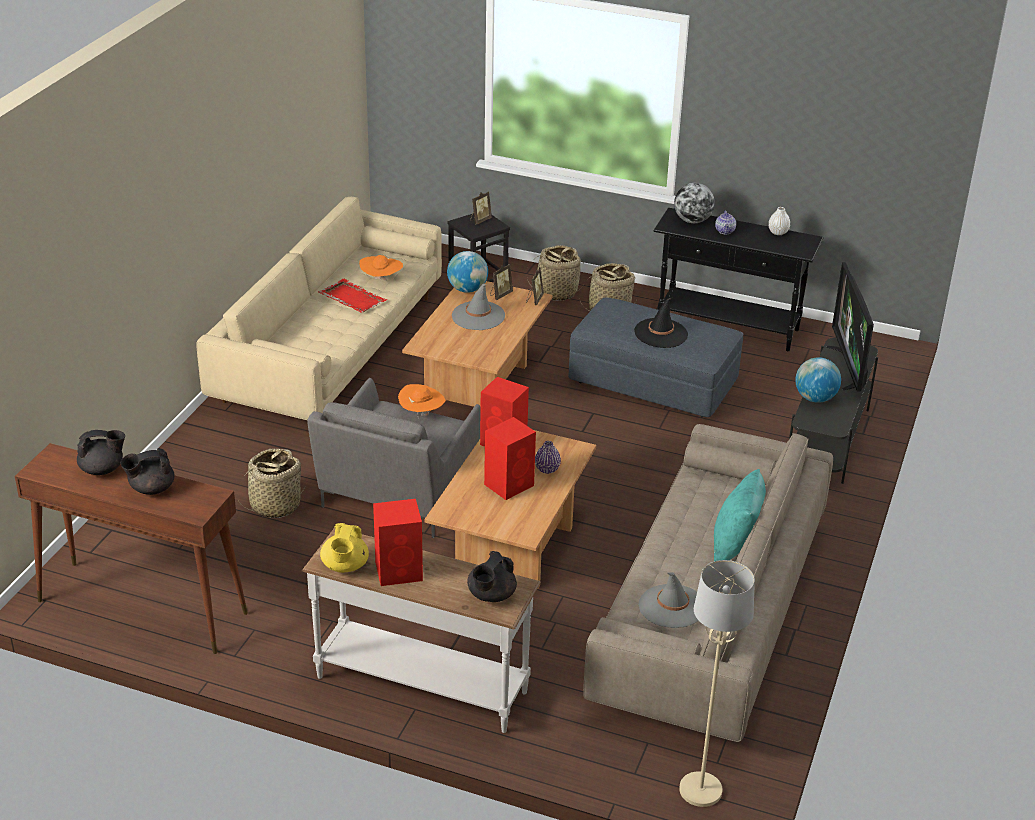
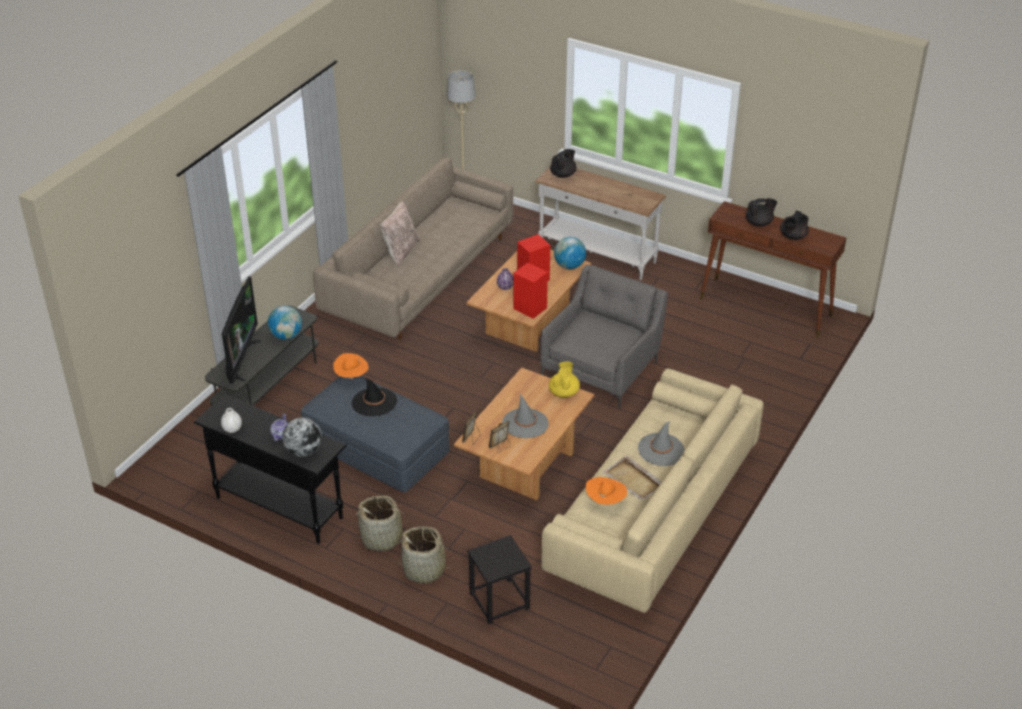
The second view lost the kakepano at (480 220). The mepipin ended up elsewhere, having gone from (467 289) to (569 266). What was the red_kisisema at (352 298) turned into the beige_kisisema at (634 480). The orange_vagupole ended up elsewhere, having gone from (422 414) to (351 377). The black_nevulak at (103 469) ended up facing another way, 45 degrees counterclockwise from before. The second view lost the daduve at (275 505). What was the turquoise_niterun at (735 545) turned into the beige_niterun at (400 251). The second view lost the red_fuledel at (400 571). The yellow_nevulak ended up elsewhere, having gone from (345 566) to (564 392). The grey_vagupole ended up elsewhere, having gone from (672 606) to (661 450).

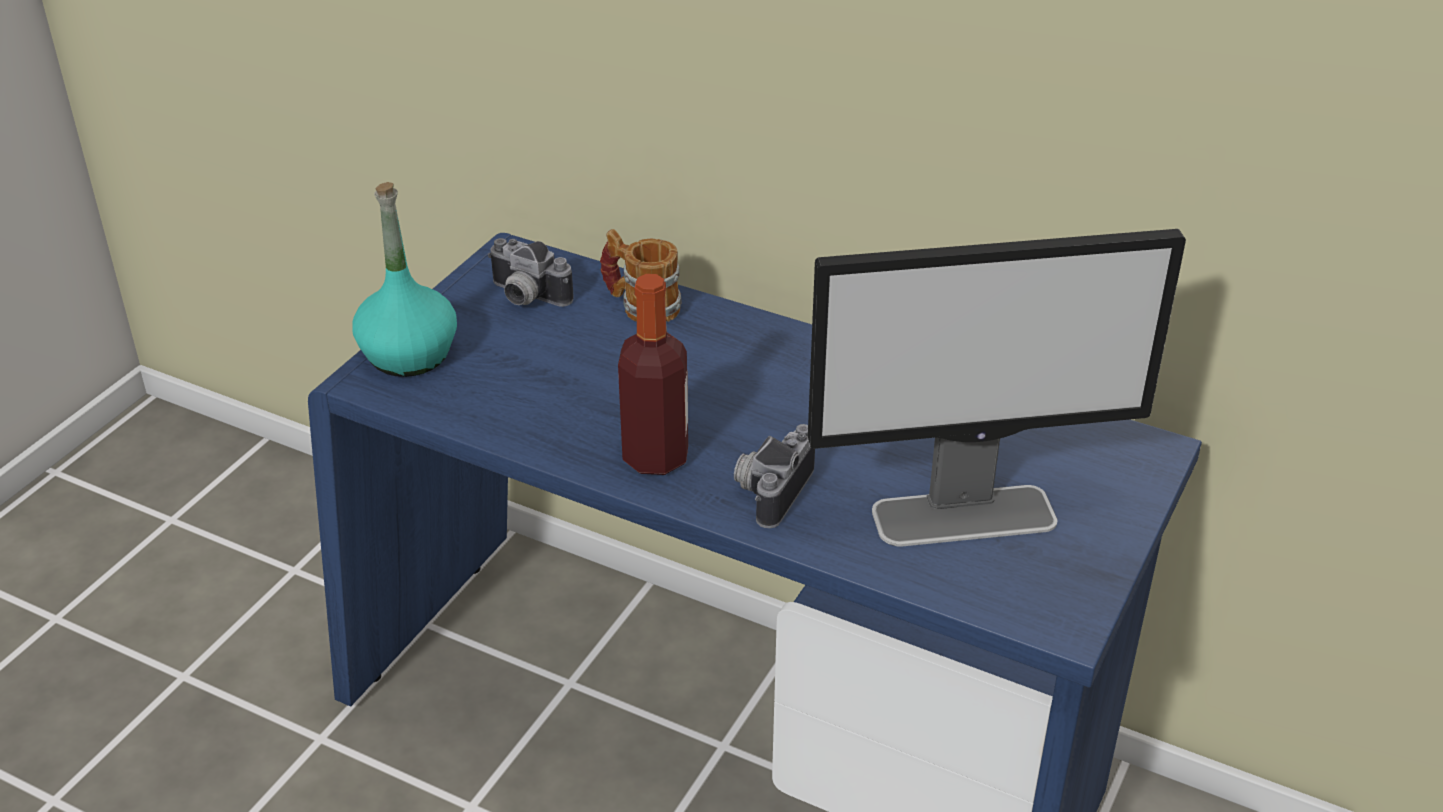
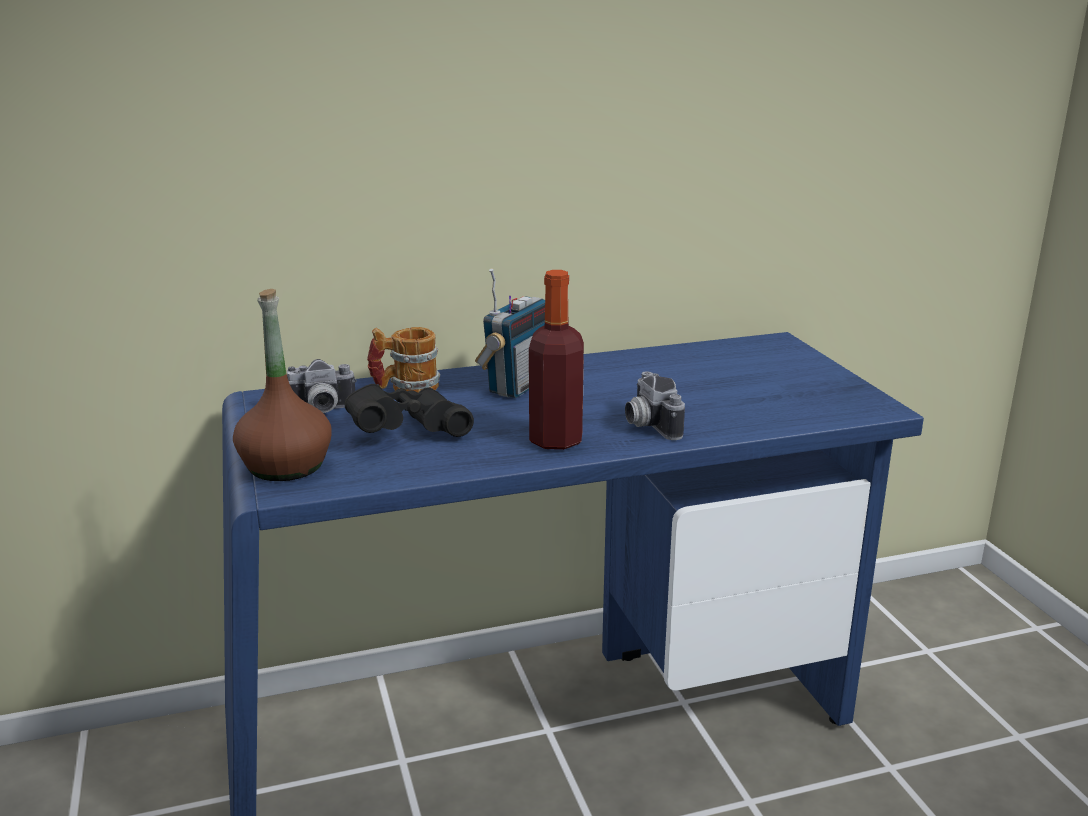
What was the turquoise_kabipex at (408 355) turned into the brown_kabipex at (285 466). The second view lost the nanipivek at (966 516). The second view gained the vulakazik at (517 386). The second view gained the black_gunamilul at (406 432).

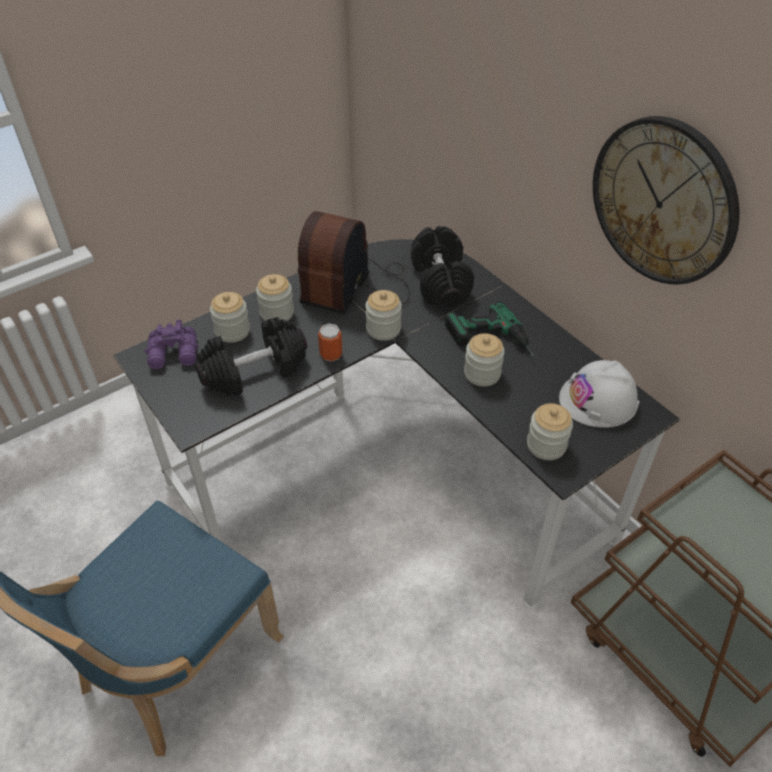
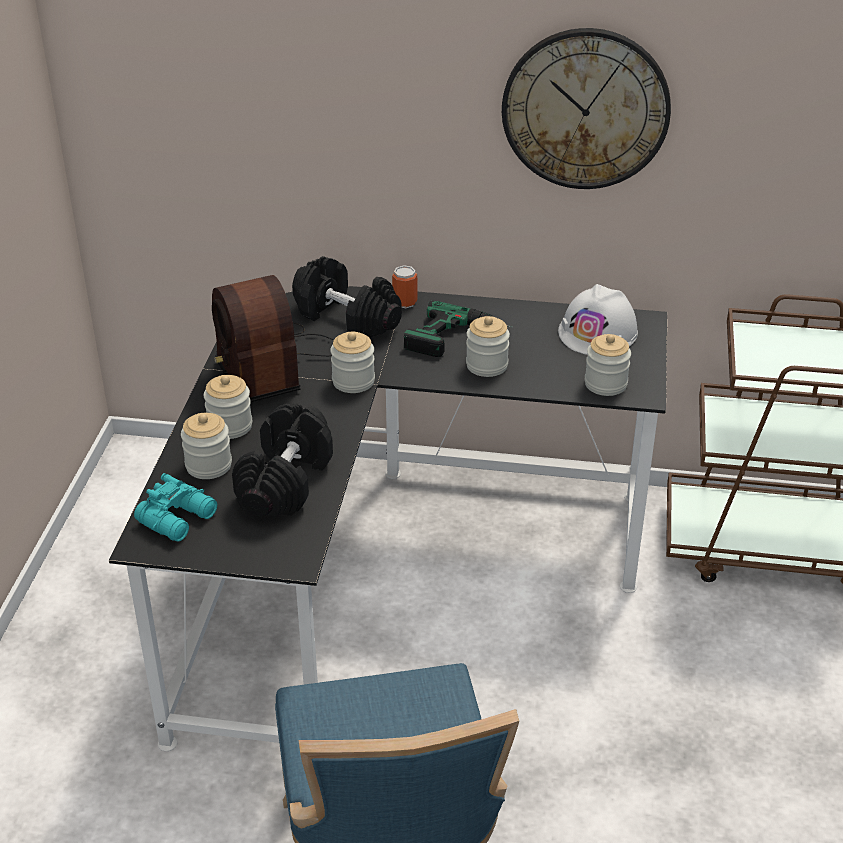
What was the purple_gunamilul at (174 354) turned into the turquoise_gunamilul at (179 518). The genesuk ended up elsewhere, having gone from (331 354) to (405 302).

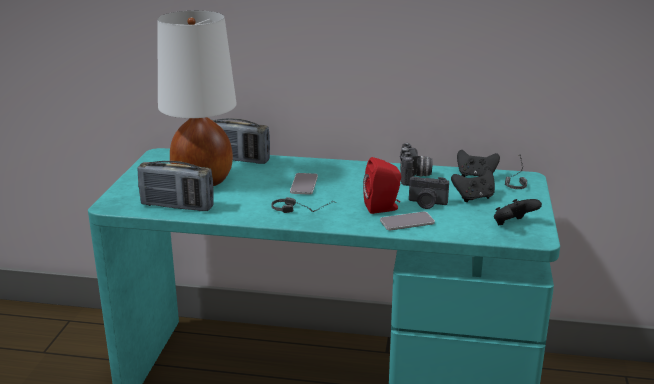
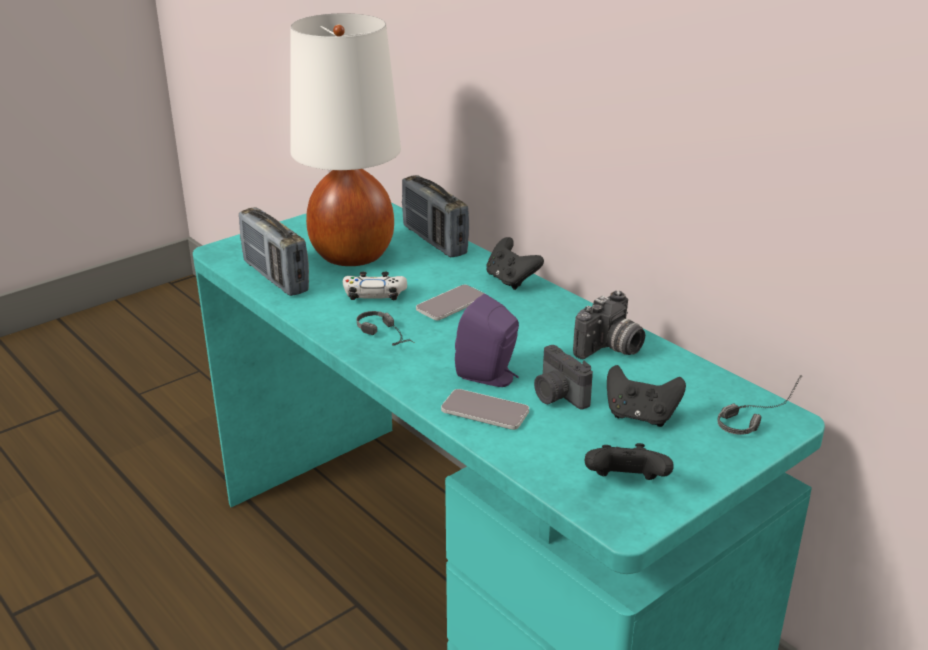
The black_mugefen ended up elsewhere, having gone from (476 176) to (511 280). What was the red_fuledel at (383 208) turned into the purple_fuledel at (490 377). The second view gained the white_mugefen at (374 294).

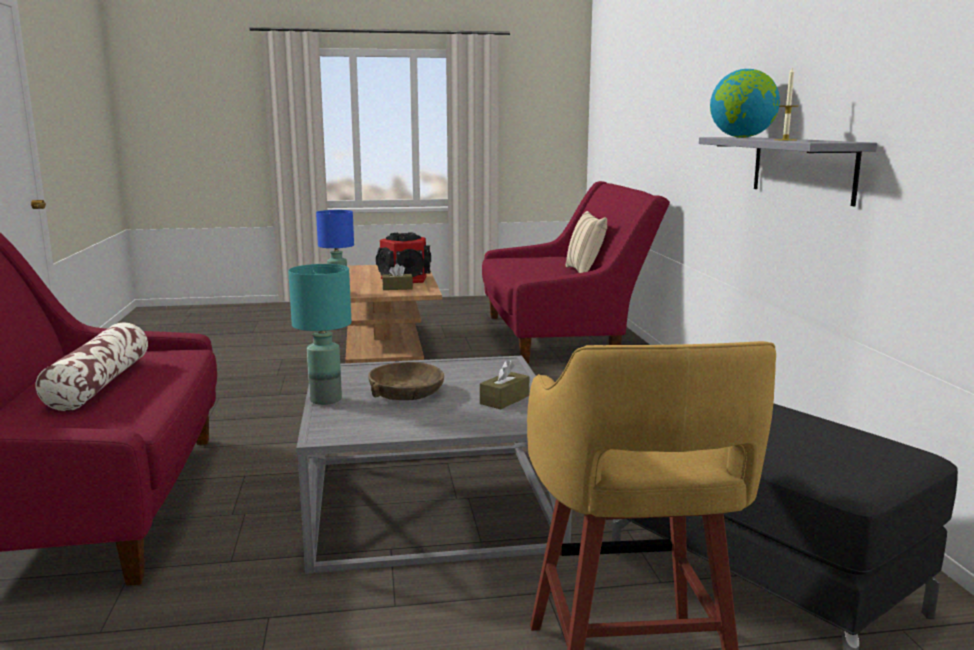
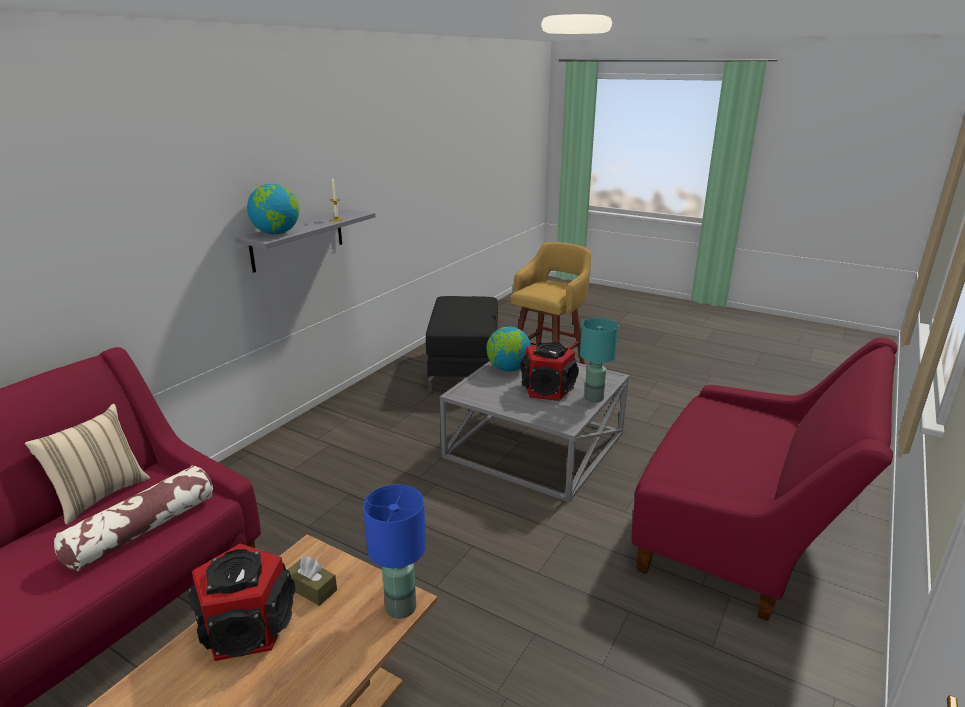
The niterun ended up elsewhere, having gone from (99 384) to (143 530). Where the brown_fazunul stood at (504 400), the mepipin came to stand at (508 369). Where the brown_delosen stood at (406 393), the fuledel came to stand at (547 389).

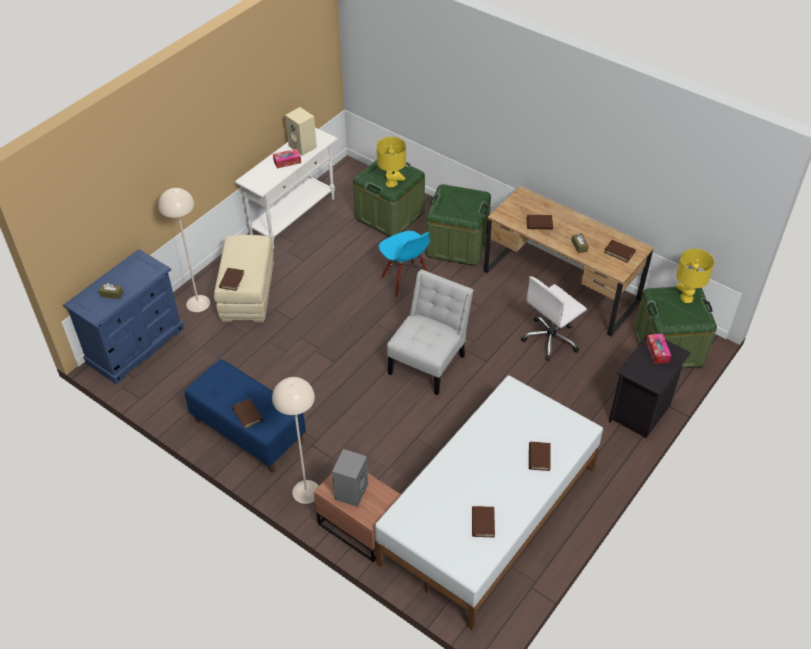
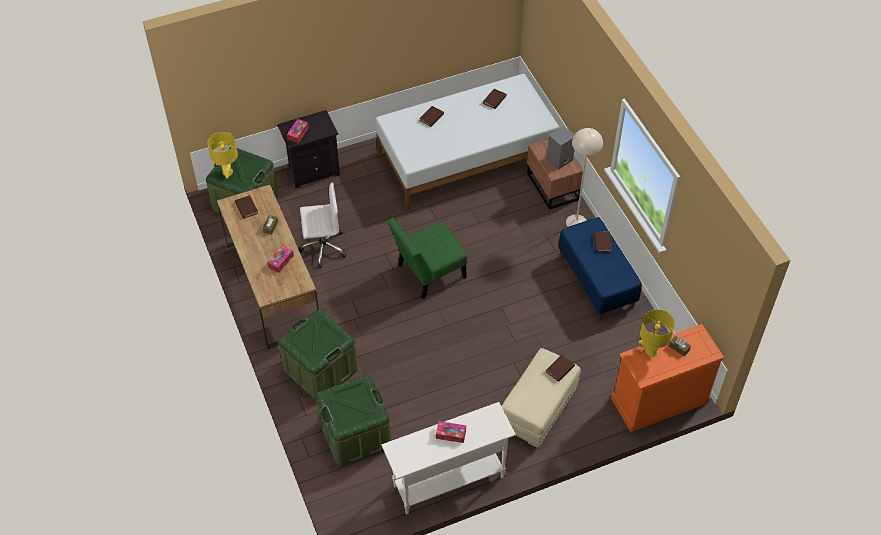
The second view lost the beige_fuledel at (303 146). The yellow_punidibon ended up elsewhere, having gone from (391 183) to (651 351). The second view lost the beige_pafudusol at (198 303). Where the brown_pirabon stood at (539 223), the fazunul came to stand at (281 261). The second view lost the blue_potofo at (405 280). What was the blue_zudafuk at (136 345) turned into the orange_zudafuk at (659 400). What was the white_potofo at (429 361) turned into the green_potofo at (428 273).

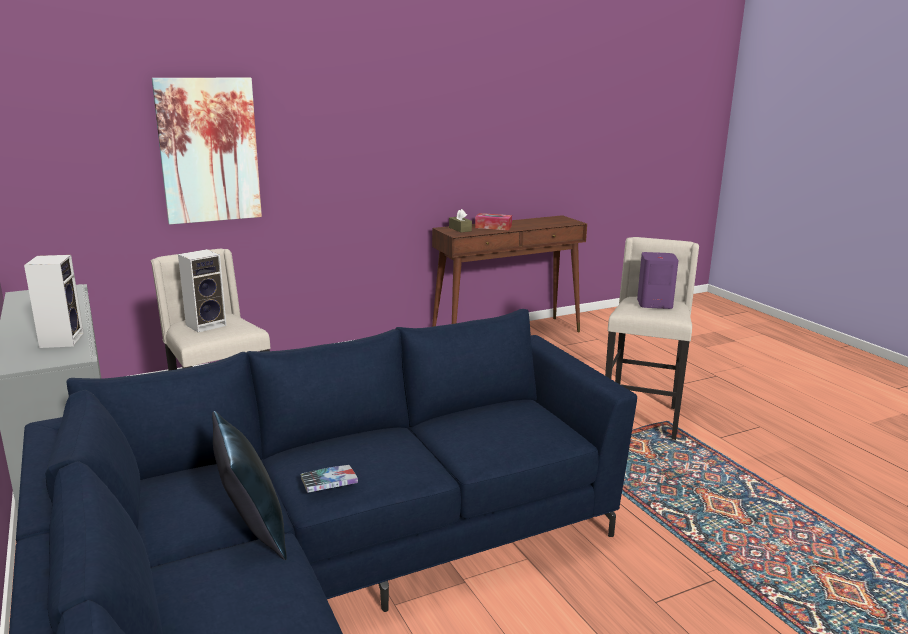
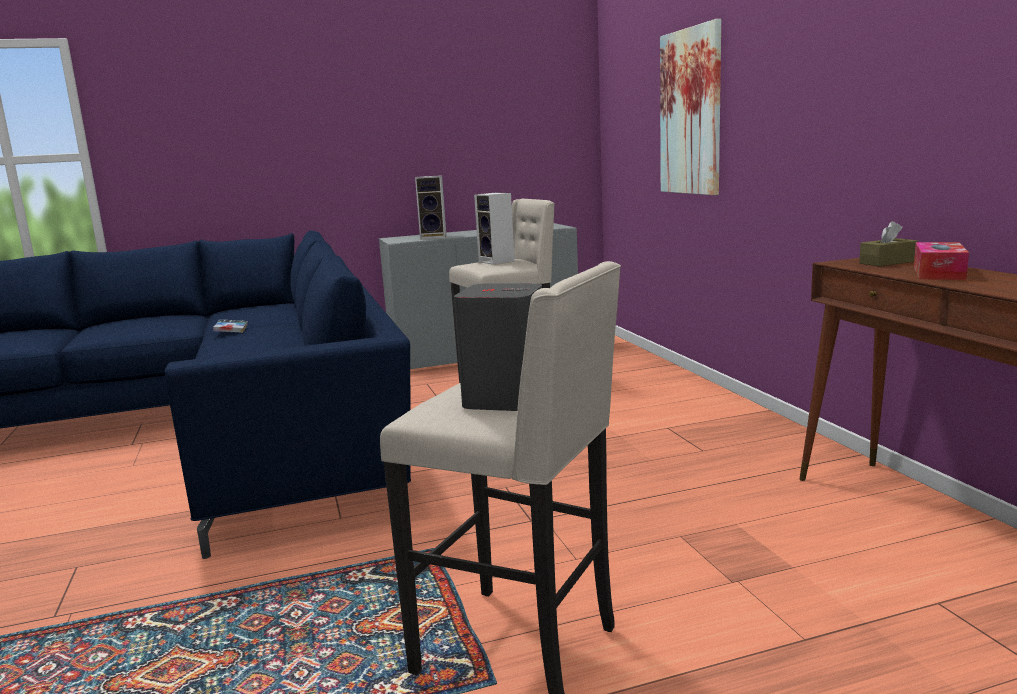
What was the purple_fuledel at (654 304) turned into the grey_fuledel at (505 399). The second view lost the blue_niterun at (252 530).

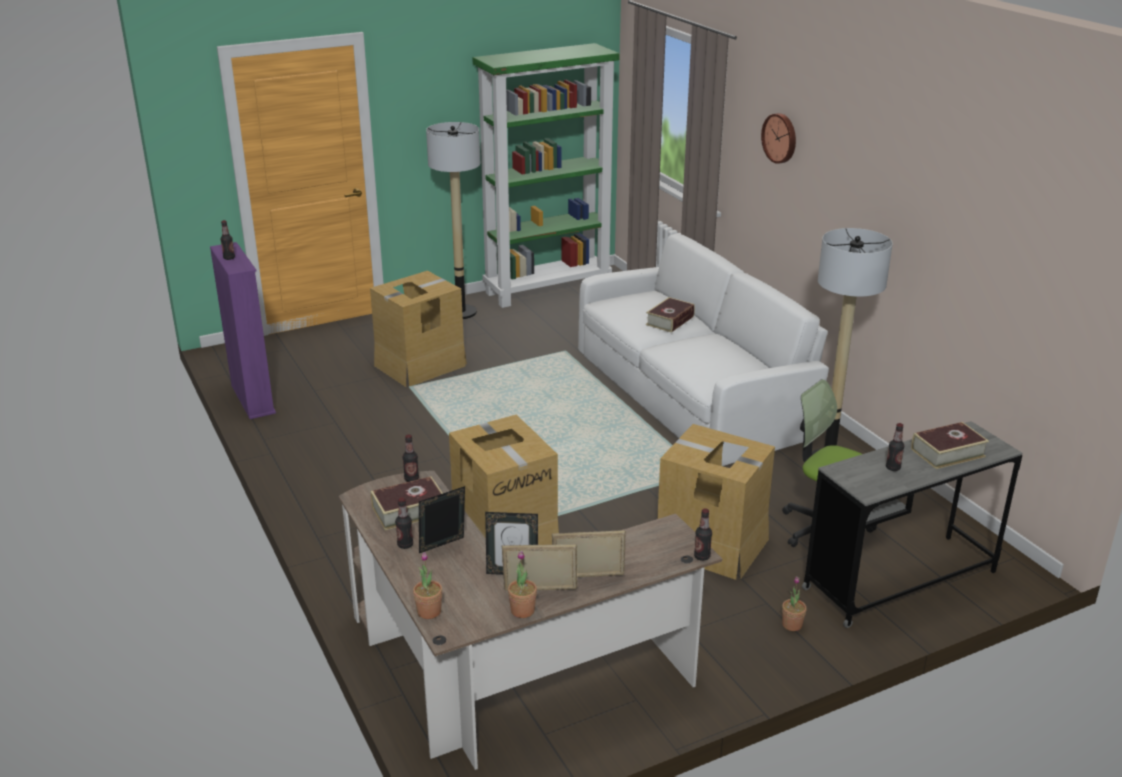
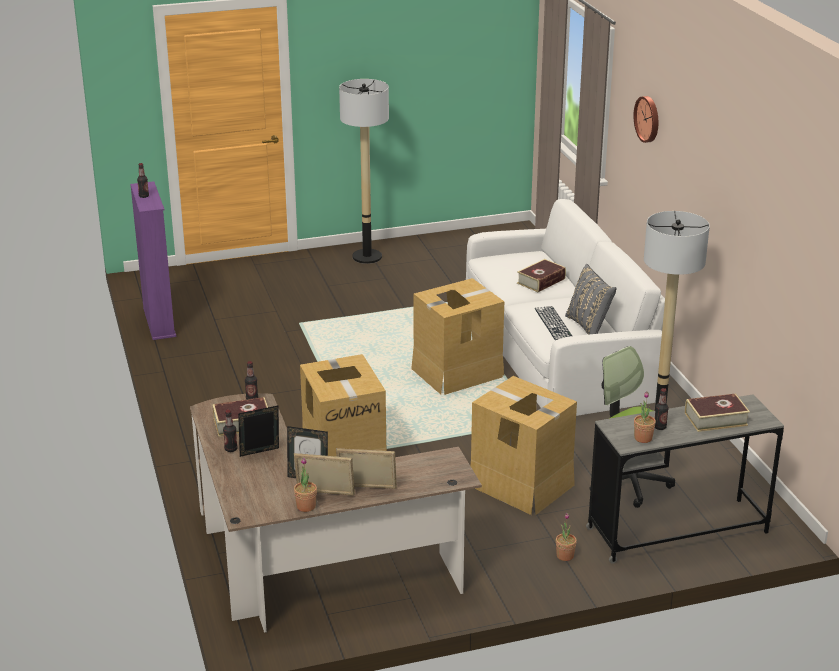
The second view lost the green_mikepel at (548 288). The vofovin ended up elsewhere, having gone from (419 365) to (456 373). The second view lost the kabipex at (702 556). The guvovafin ended up elsewhere, having gone from (429 611) to (643 438). The second view gained the grey_niterun at (589 327). The second view gained the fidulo at (553 323).

